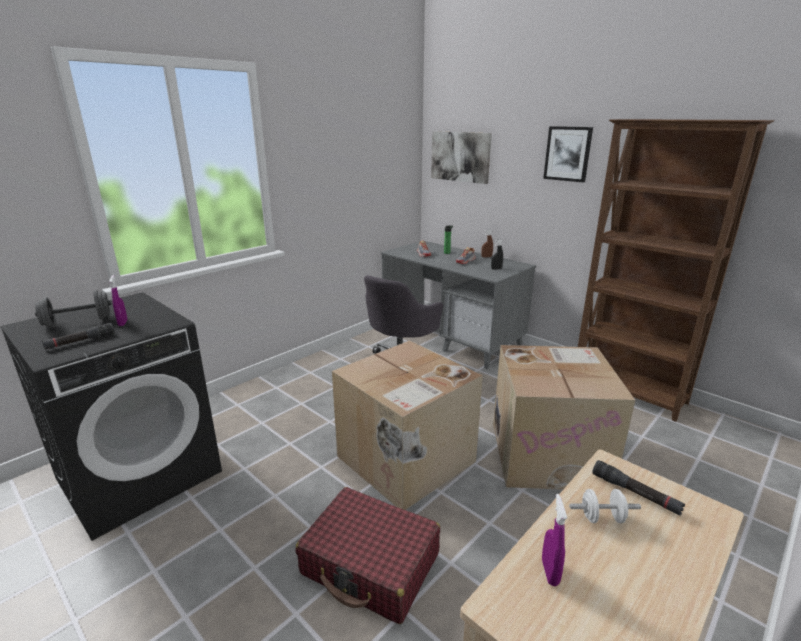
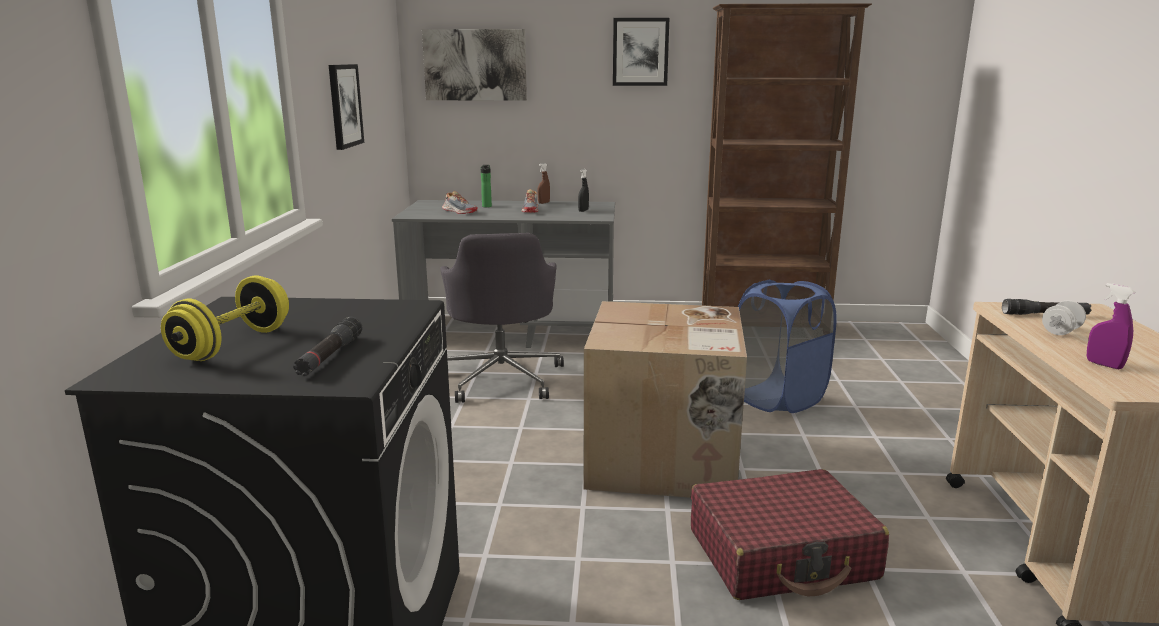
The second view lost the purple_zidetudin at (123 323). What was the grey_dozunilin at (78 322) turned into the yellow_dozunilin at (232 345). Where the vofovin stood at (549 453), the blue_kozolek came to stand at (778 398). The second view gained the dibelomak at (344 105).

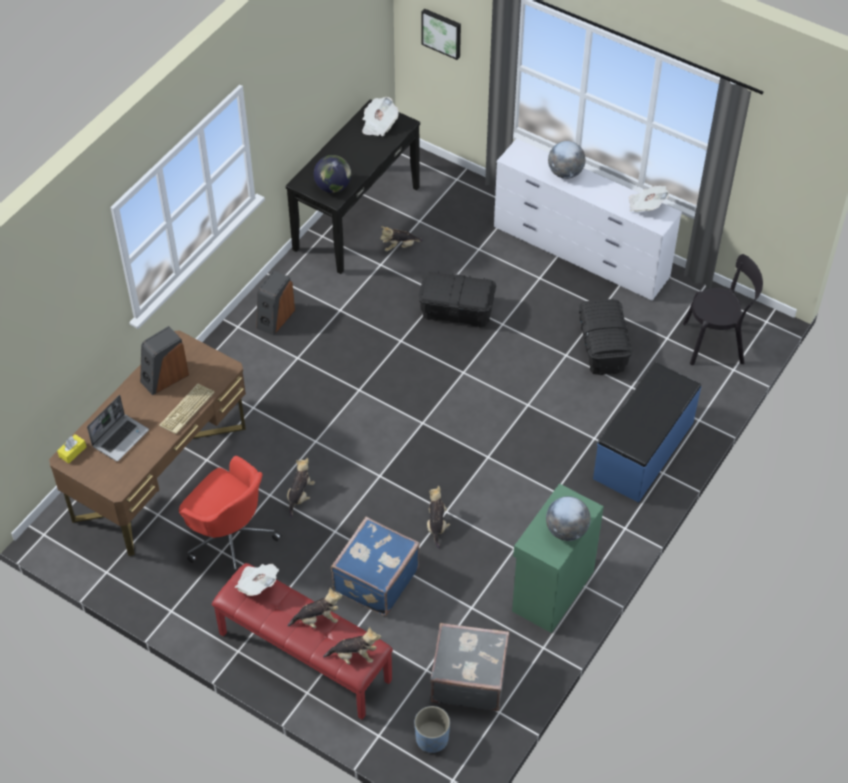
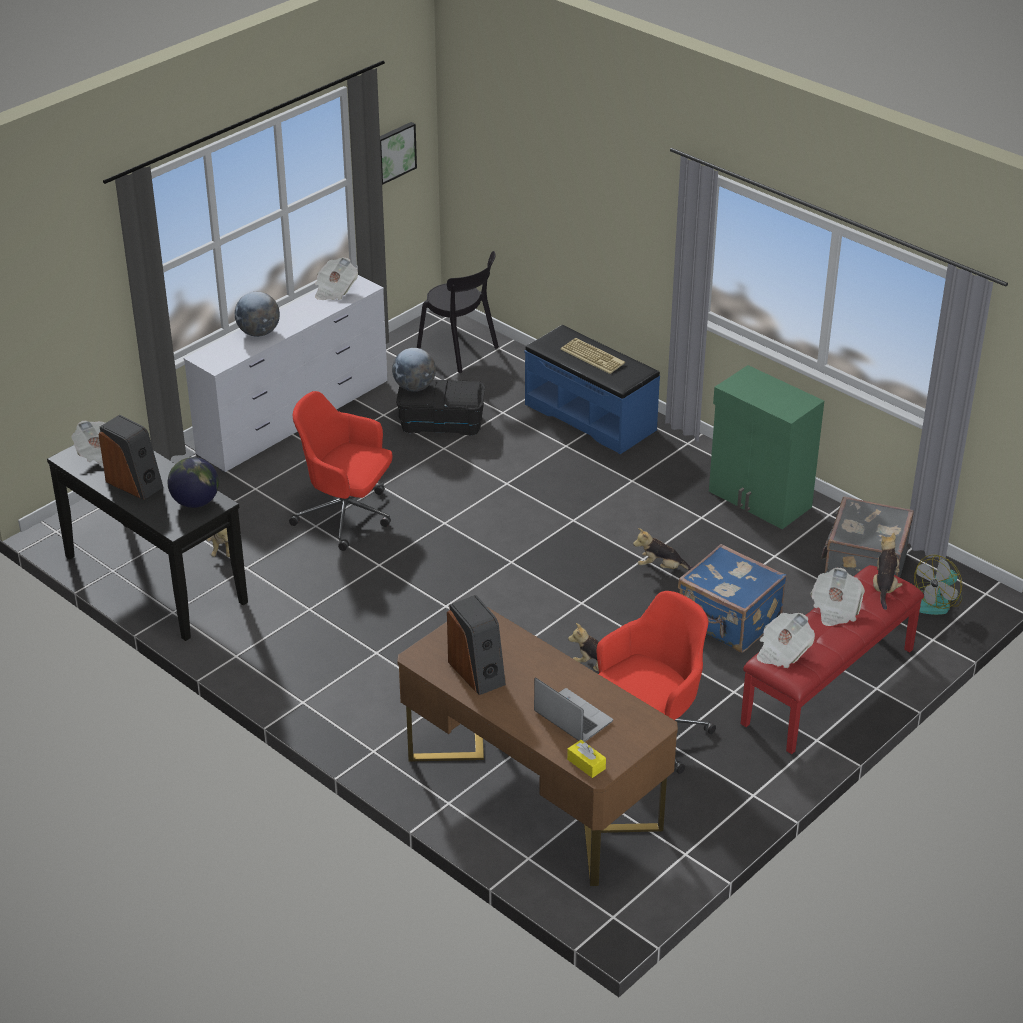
The dibelomak ended up elsewhere, having gone from (442 32) to (394 152). The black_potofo at (717 343) ended up facing another way, 120 degrees clockwise from before. The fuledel ended up elsewhere, having gone from (275 318) to (135 483). Where the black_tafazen stood at (457 310), the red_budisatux came to stand at (346 516). The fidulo ended up elsewhere, having gone from (187 410) to (594 356). The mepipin ended up elsewhere, having gone from (566 530) to (414 387). Where the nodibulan stood at (317 619), the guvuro came to stand at (835 609). Where the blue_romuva stood at (432 738), the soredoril came to stand at (936 602).

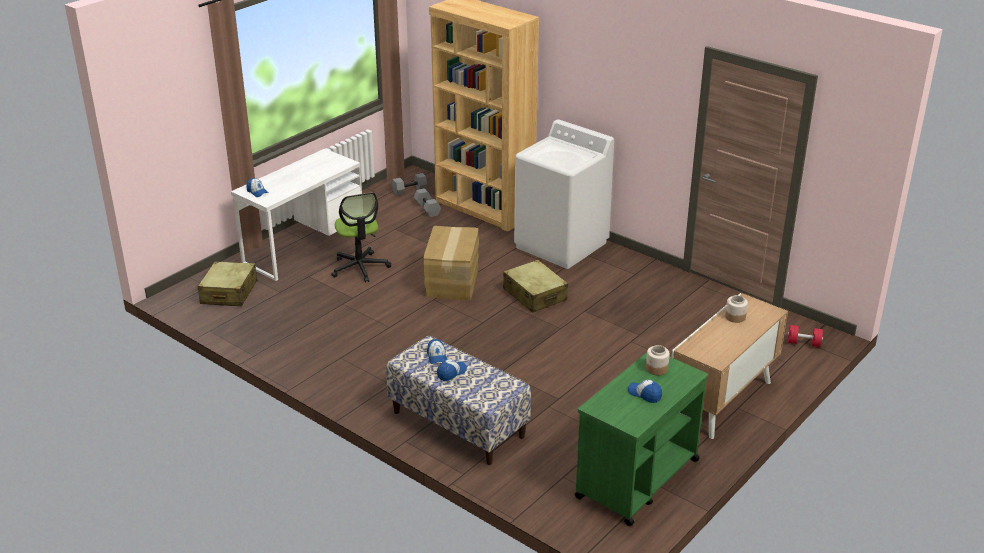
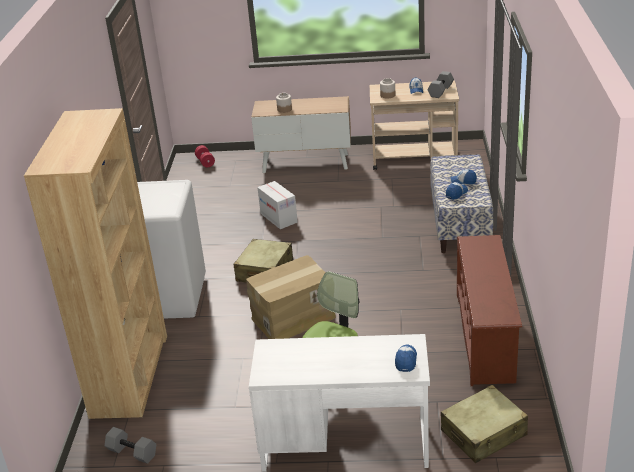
The grey_dozunilin ended up elsewhere, having gone from (426 209) to (441 91). What was the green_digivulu at (636 479) turned into the beige_digivulu at (415 158). The second view gained the vofovin at (278 218). The second view gained the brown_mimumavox at (486 337).

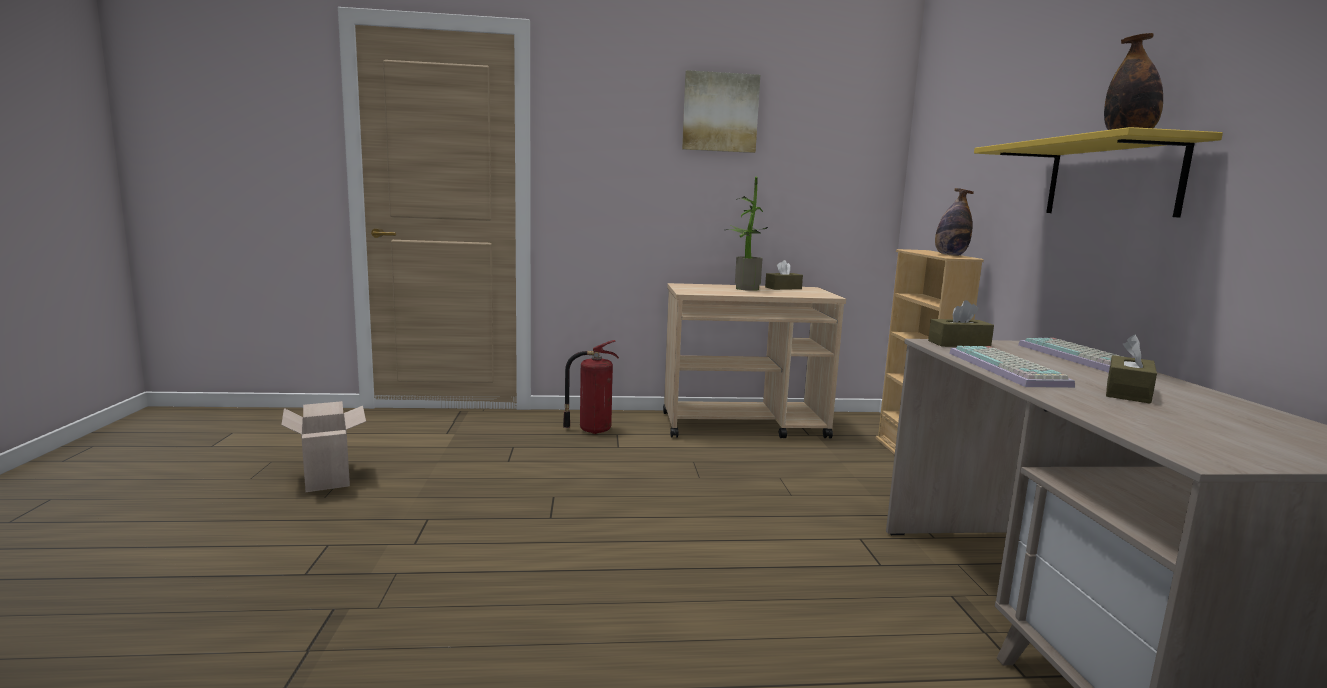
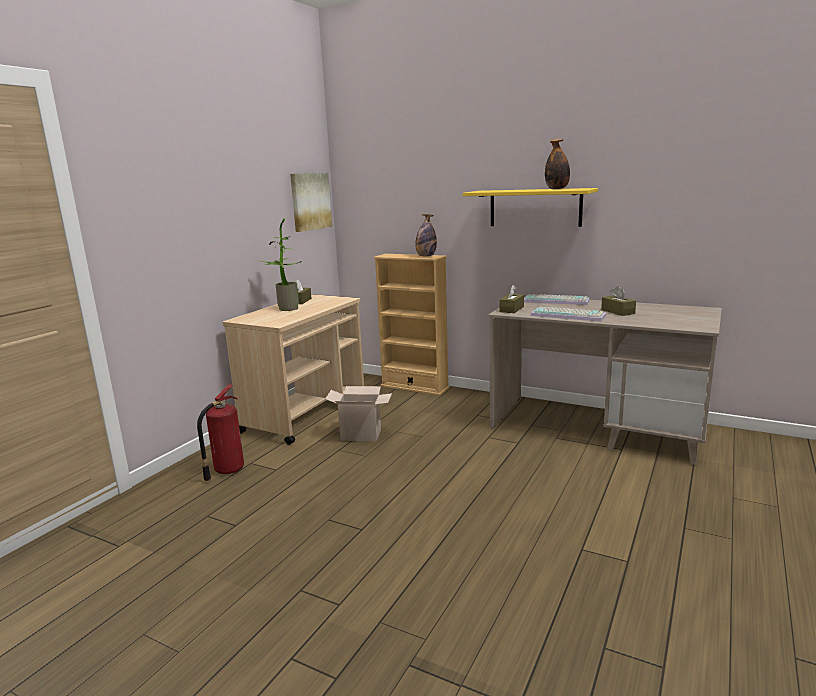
The dibelomak ended up elsewhere, having gone from (720 112) to (310 201). The vofovin ended up elsewhere, having gone from (329 479) to (362 434).

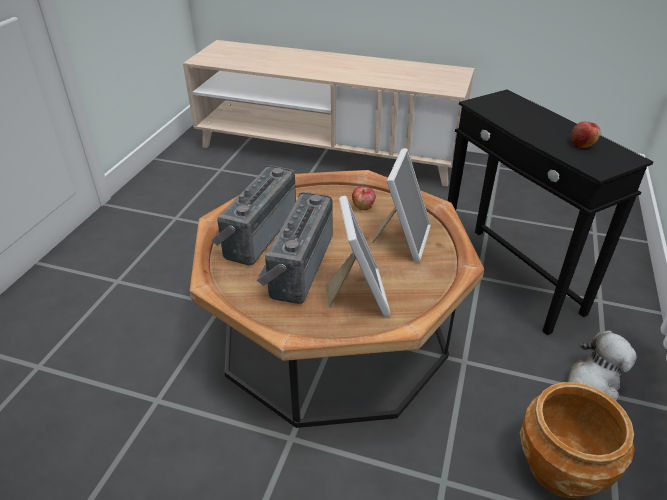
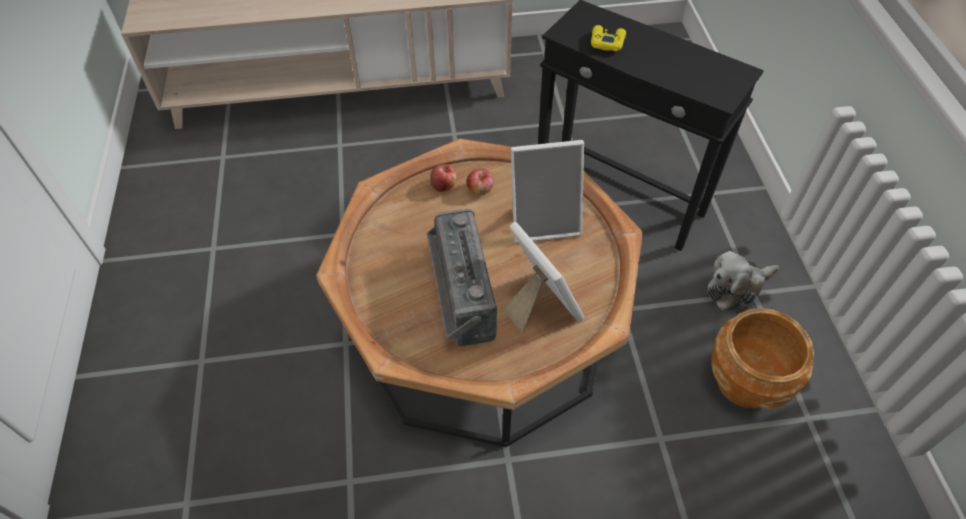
The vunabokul ended up elsewhere, having gone from (582 144) to (444 185). The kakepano at (402 240) ended up facing another way, 90 degrees clockwise from before. The second view lost the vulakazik at (256 232). The nodibulan at (590 384) ended up facing another way, 150 degrees counterclockwise from before. The second view gained the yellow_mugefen at (607 42).

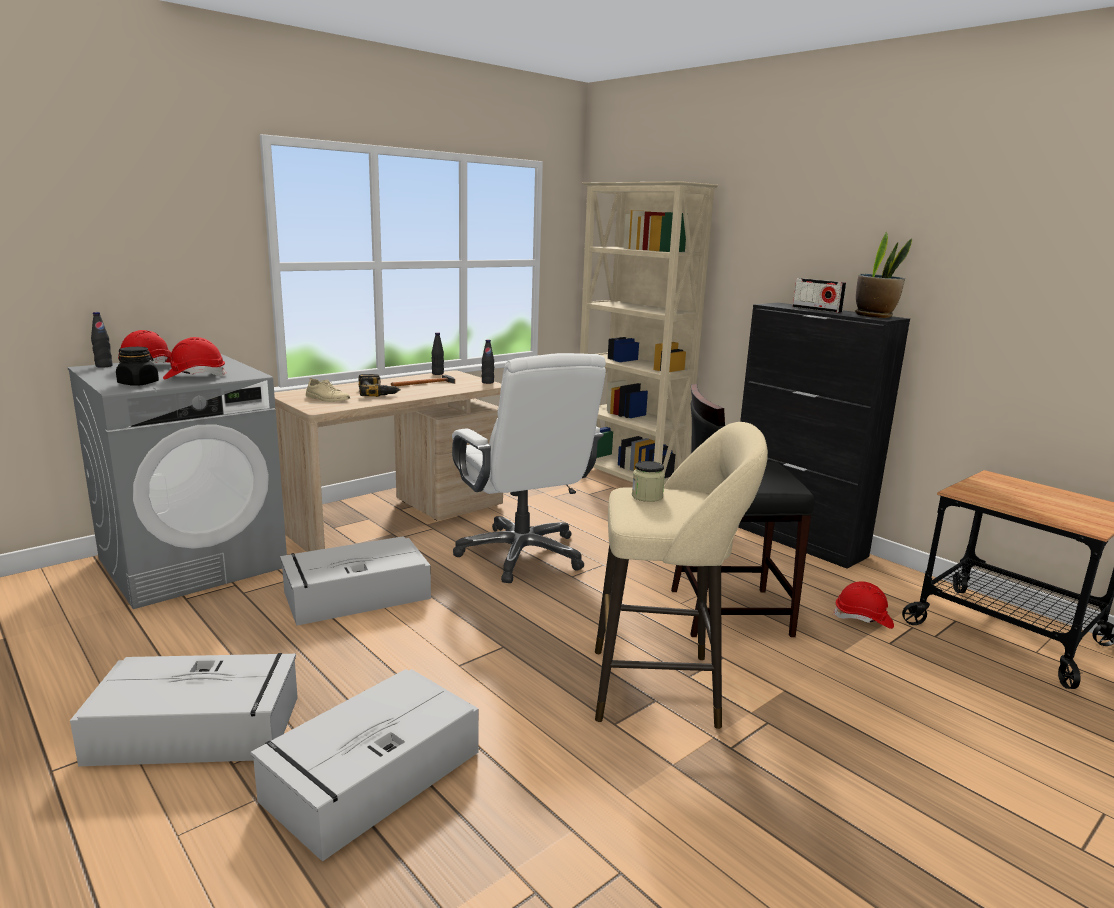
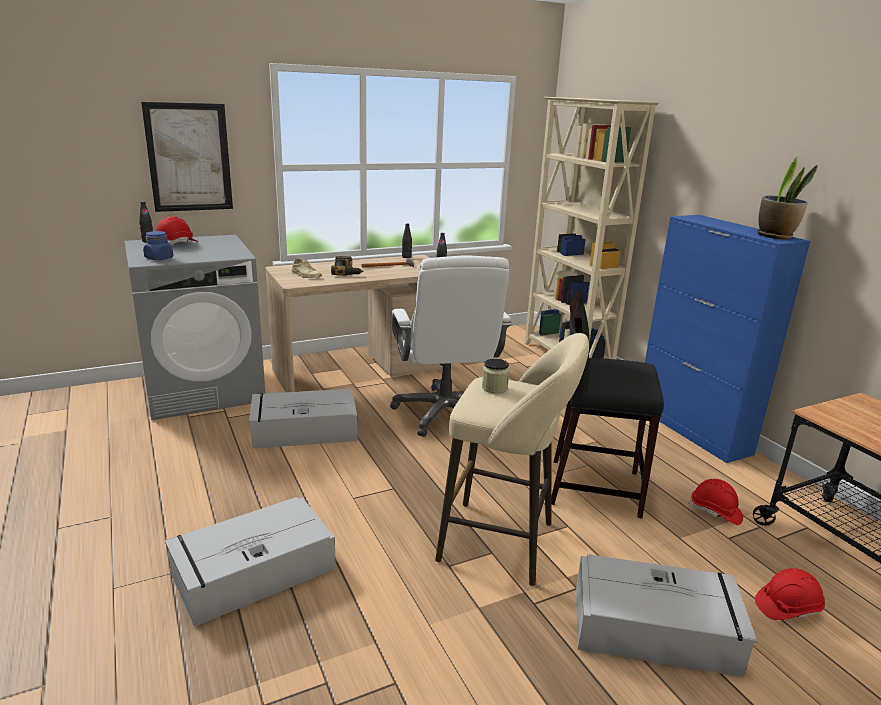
The second view lost the vulakazik at (816 309). What was the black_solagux at (796 540) turned into the blue_solagux at (692 430). The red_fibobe ended up elsewhere, having gone from (195 376) to (787 607). What was the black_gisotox at (138 383) turned into the blue_gisotox at (159 258). The grey_tafazen ended up elsewhere, having gone from (199 729) to (656 629). The second view gained the dibelomak at (189 157).

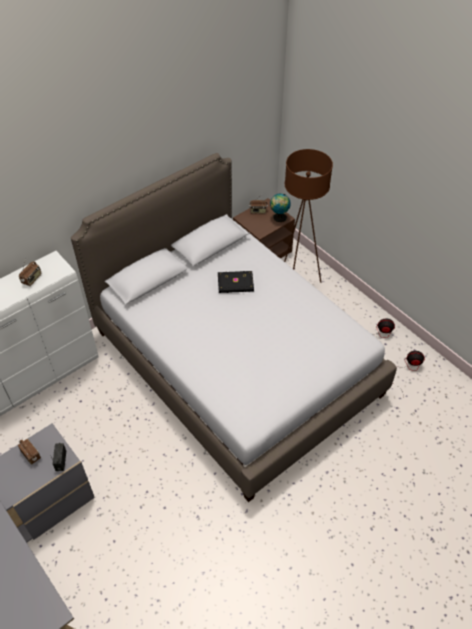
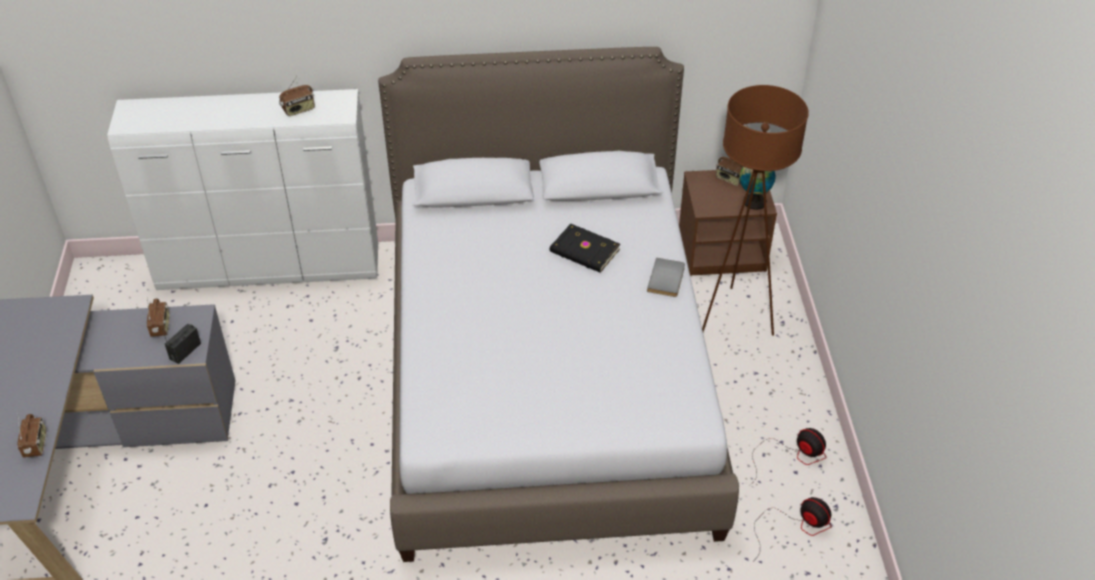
The second view gained the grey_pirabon at (667 279). The second view gained the vulakazik at (36 445).

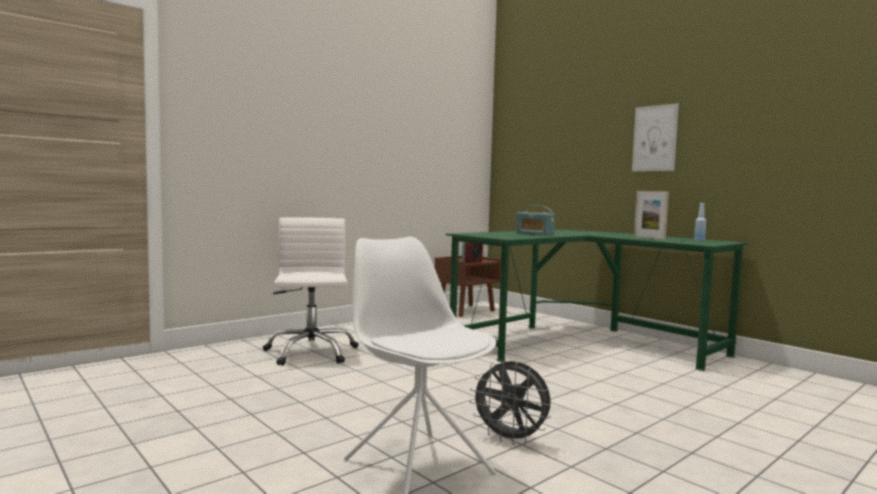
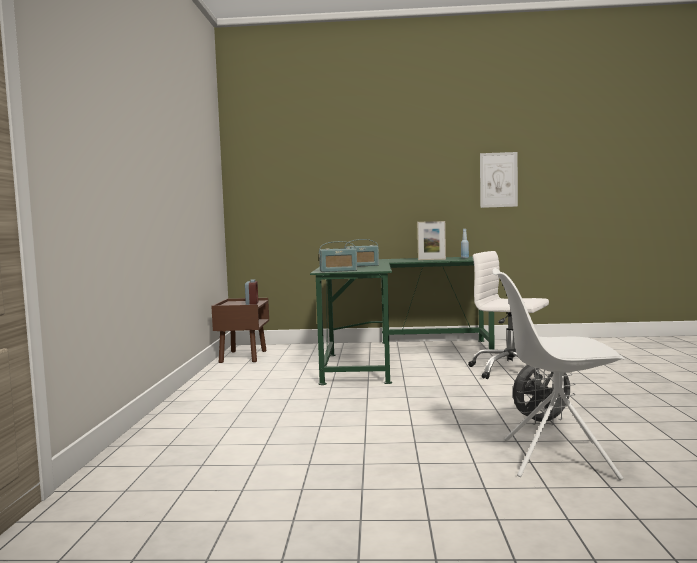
The dibelomak ended up elsewhere, having gone from (654 138) to (498 180). The white_budisatux ended up elsewhere, having gone from (310 352) to (510 370). The second view gained the vulakazik at (338 271).

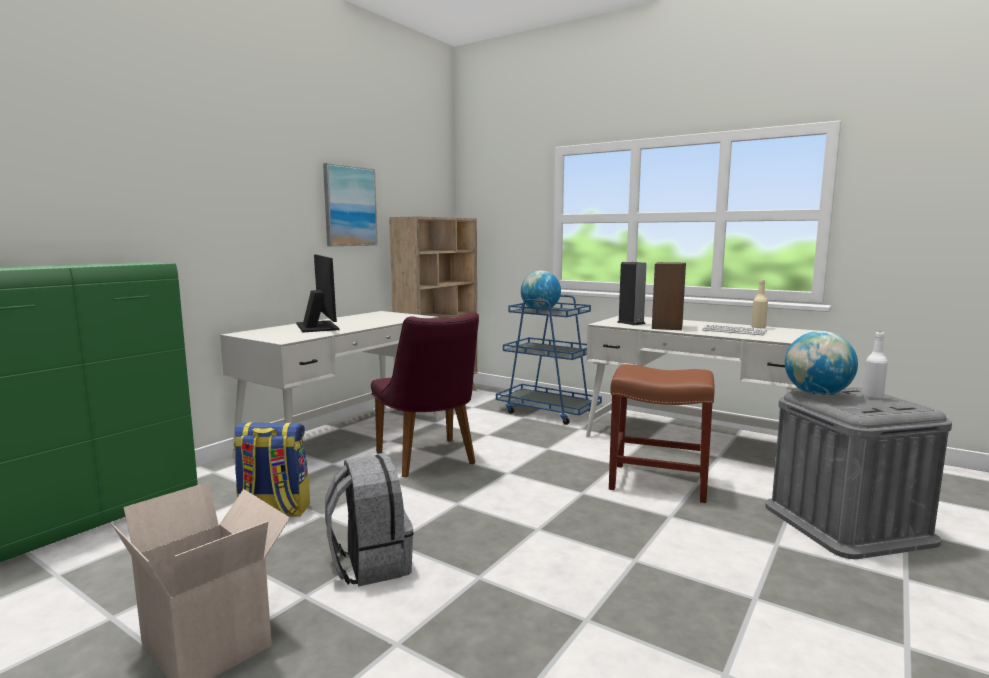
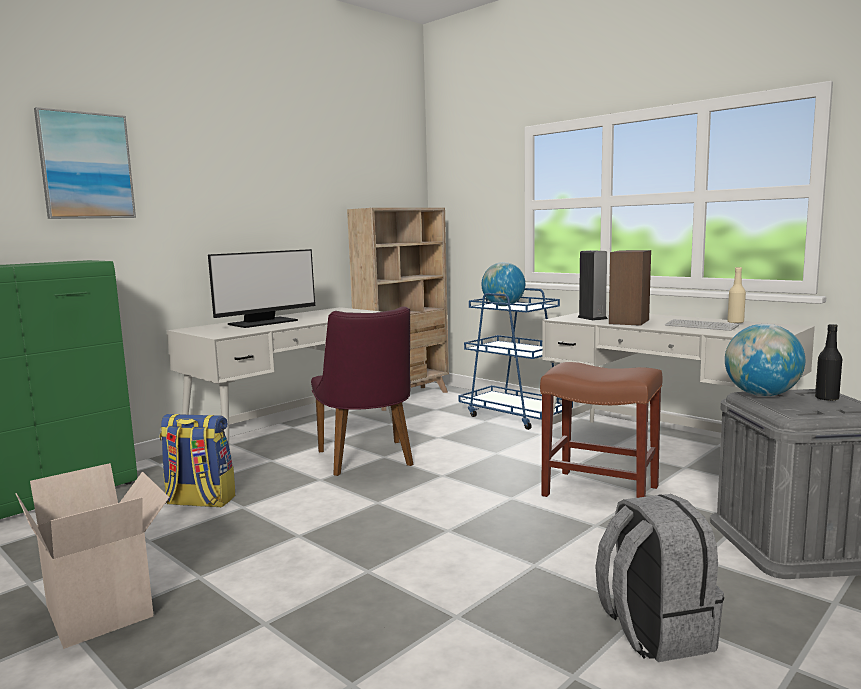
The dibelomak ended up elsewhere, having gone from (349 206) to (86 166). The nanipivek at (318 326) ended up facing another way, 60 degrees clockwise from before. What was the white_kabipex at (872 396) turned into the black_kabipex at (826 398). The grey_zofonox ended up elsewhere, having gone from (370 564) to (653 632).

